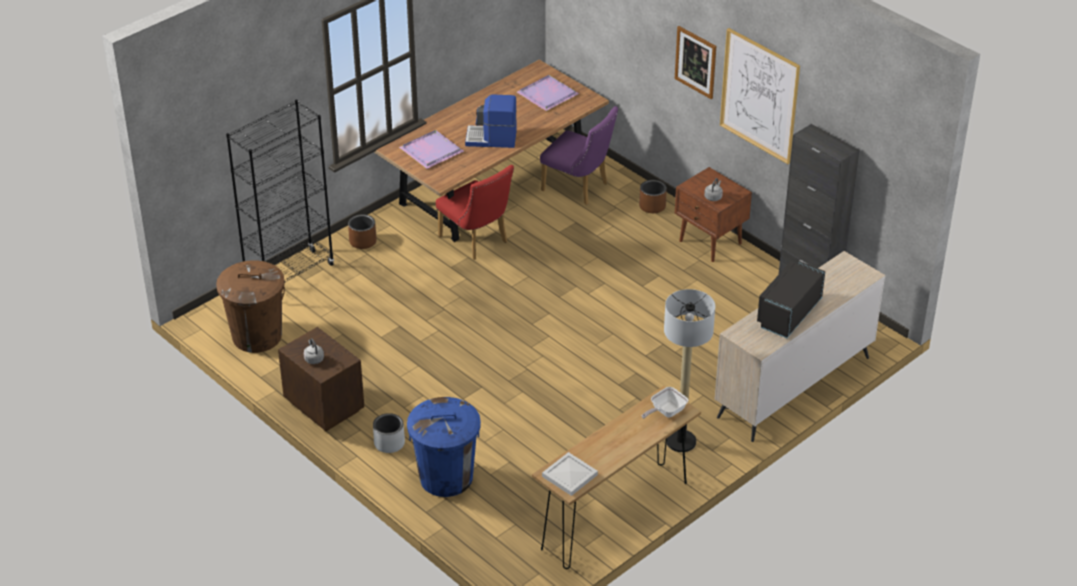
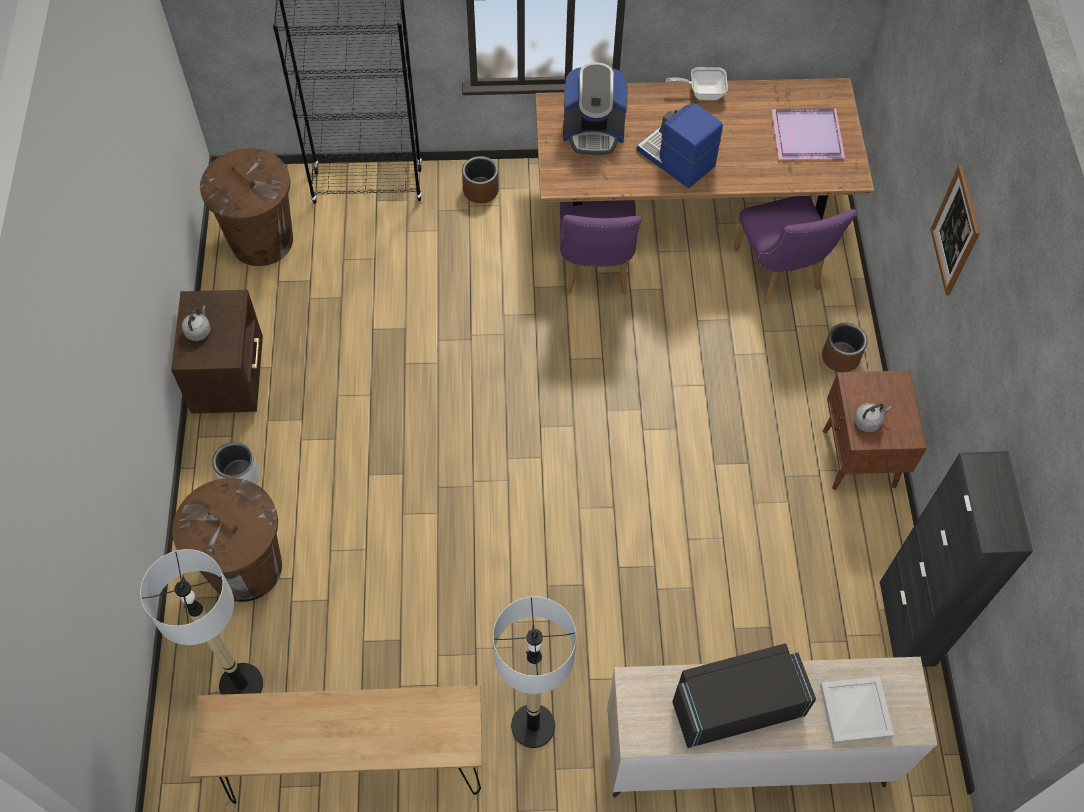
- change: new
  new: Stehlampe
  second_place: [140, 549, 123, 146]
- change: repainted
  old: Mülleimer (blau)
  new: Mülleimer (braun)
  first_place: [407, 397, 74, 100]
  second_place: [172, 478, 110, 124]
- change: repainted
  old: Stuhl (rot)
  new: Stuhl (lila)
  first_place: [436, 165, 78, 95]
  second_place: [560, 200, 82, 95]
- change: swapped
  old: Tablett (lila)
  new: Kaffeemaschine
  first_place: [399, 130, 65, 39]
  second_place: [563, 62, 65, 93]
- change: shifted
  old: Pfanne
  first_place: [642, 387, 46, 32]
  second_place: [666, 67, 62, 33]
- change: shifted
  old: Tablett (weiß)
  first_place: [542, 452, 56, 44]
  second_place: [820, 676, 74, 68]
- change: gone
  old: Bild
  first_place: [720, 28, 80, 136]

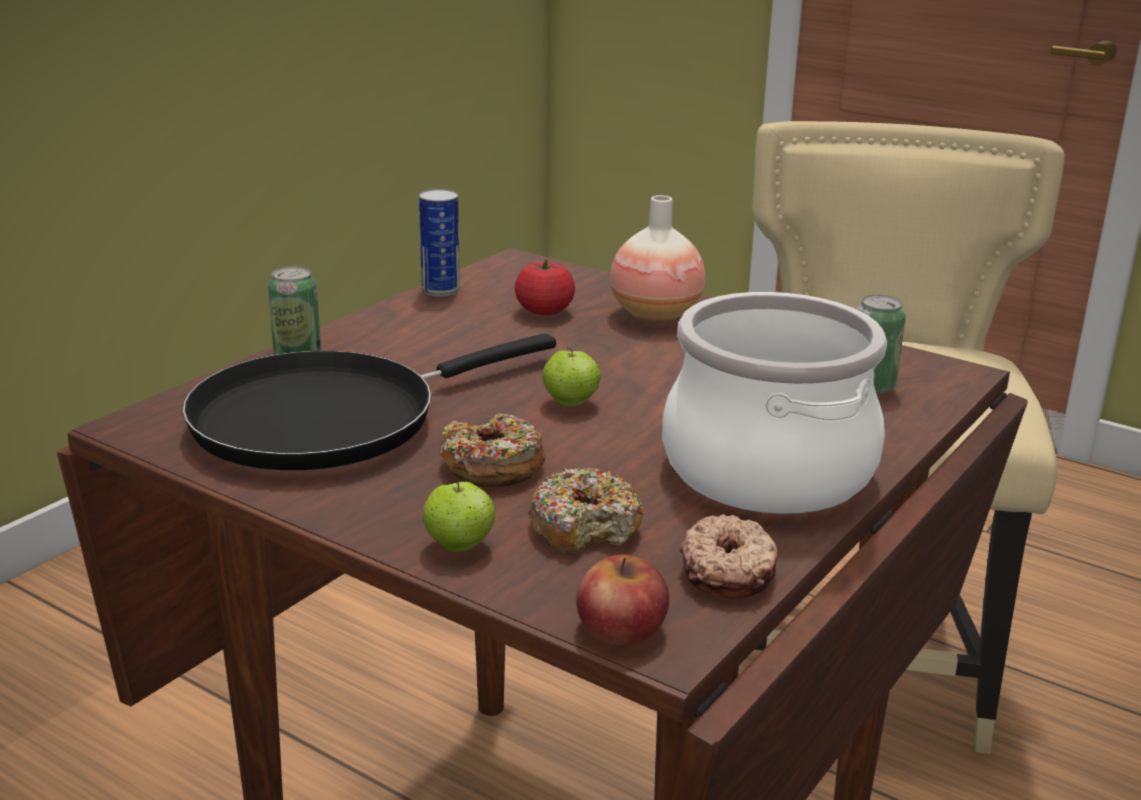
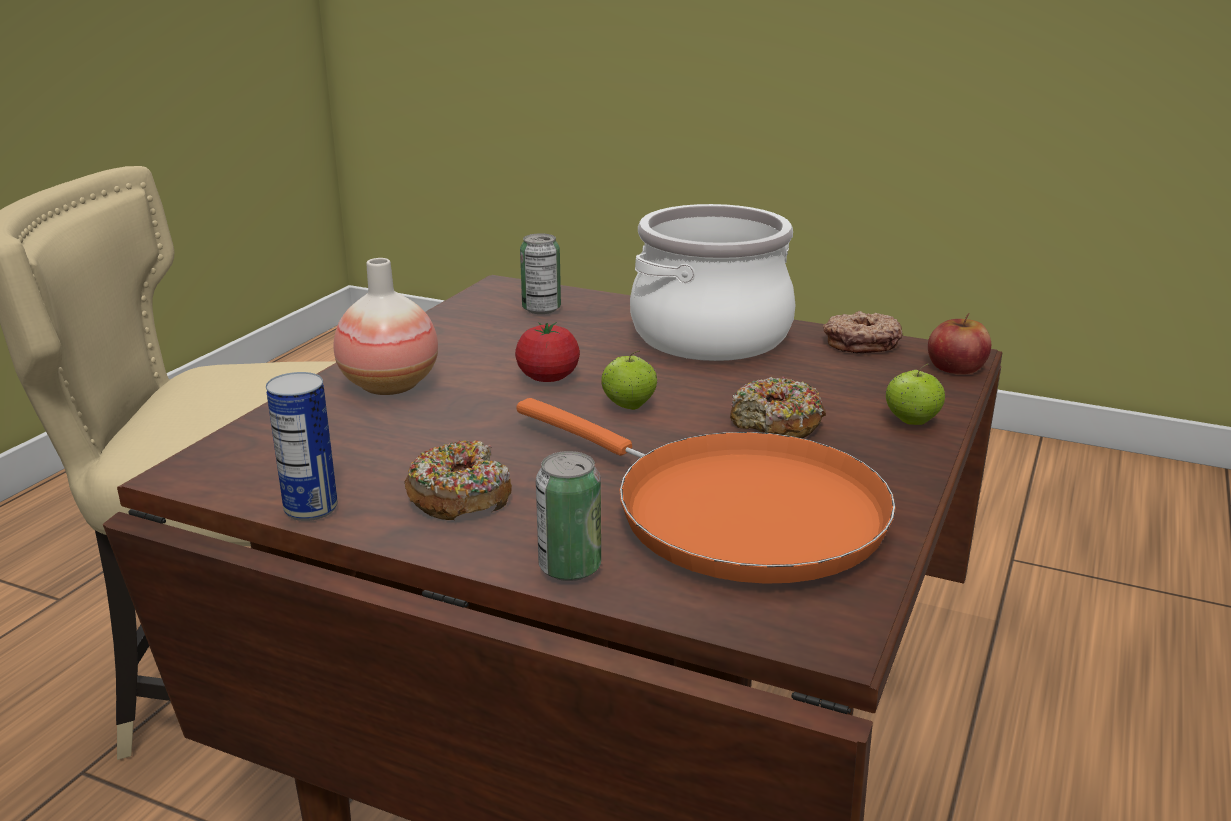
- change: shifted
  old: Donut
  first_place: [528, 468, 115, 85]
  second_place: [404, 440, 108, 80]
- change: shifted
  old: Tomate
  first_place: [514, 260, 61, 55]
  second_place: [515, 322, 65, 60]
- change: repainted
  old: Pfanne (schwarz)
  new: Pfanne (orange)
  first_place: [182, 334, 374, 136]
  second_place: [517, 398, 379, 186]

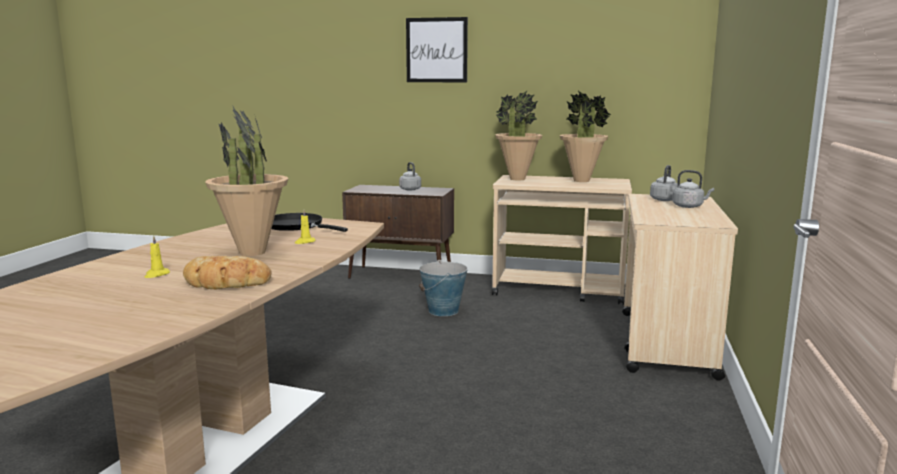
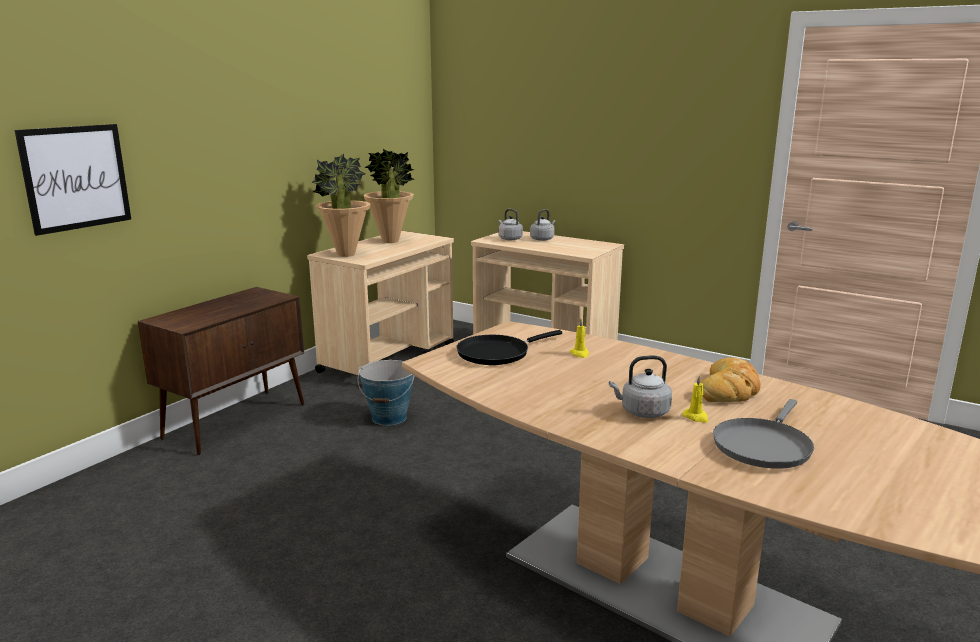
- change: shifted
  old: Bild
  first_place: [406, 17, 62, 65]
  second_place: [15, 124, 116, 112]
- change: shifted
  old: Wasserkessel (grau)
  first_place: [399, 162, 22, 29]
  second_place: [609, 356, 63, 62]
- change: new
  new: Pfanne (grau)
  second_place: [713, 399, 101, 70]
- change: gone
  old: Topfpflanze
  first_place: [205, 105, 83, 151]

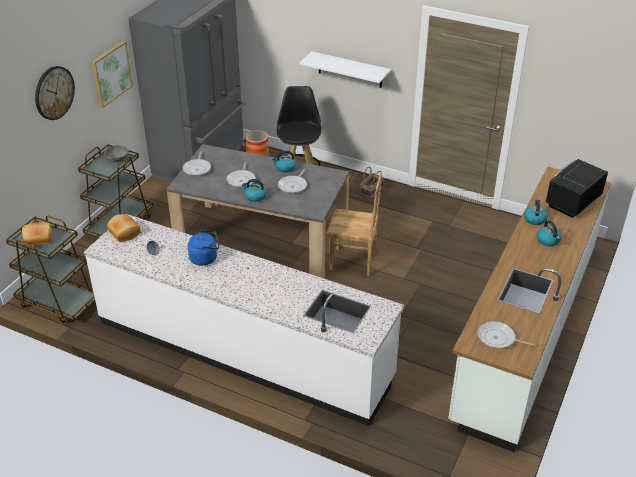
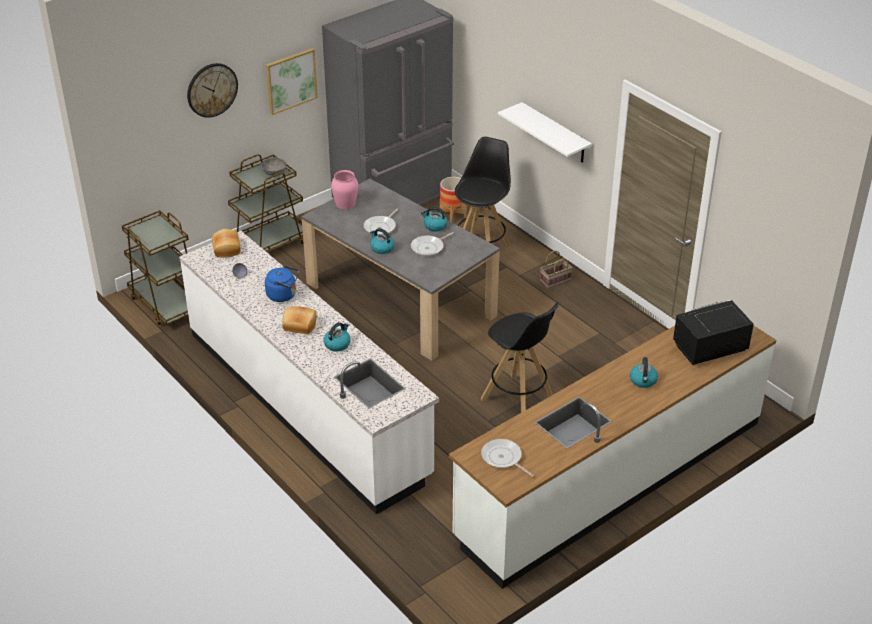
- change: shifted
  old: Brot
  first_place: [22, 222, 31, 24]
  second_place: [283, 307, 33, 27]
- change: shifted
  old: Wasserkessel
  first_place: [524, 200, 24, 25]
  second_place: [323, 322, 28, 29]
- change: swapped
  old: Pfanne
  new: Vase (rosa)
  first_place: [183, 151, 28, 25]
  second_place: [331, 170, 27, 39]
- change: new
  new: Hocker (schwarz)
  second_place: [481, 302, 78, 111]
- change: gone
  old: Stuhl (braun)
  first_place: [326, 172, 56, 103]

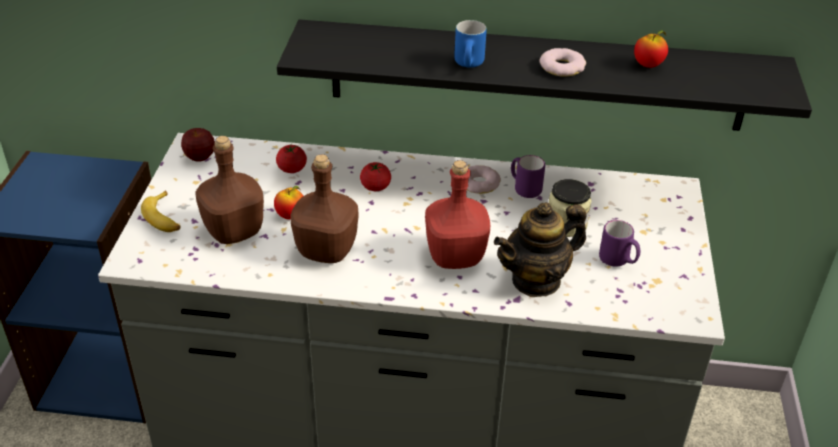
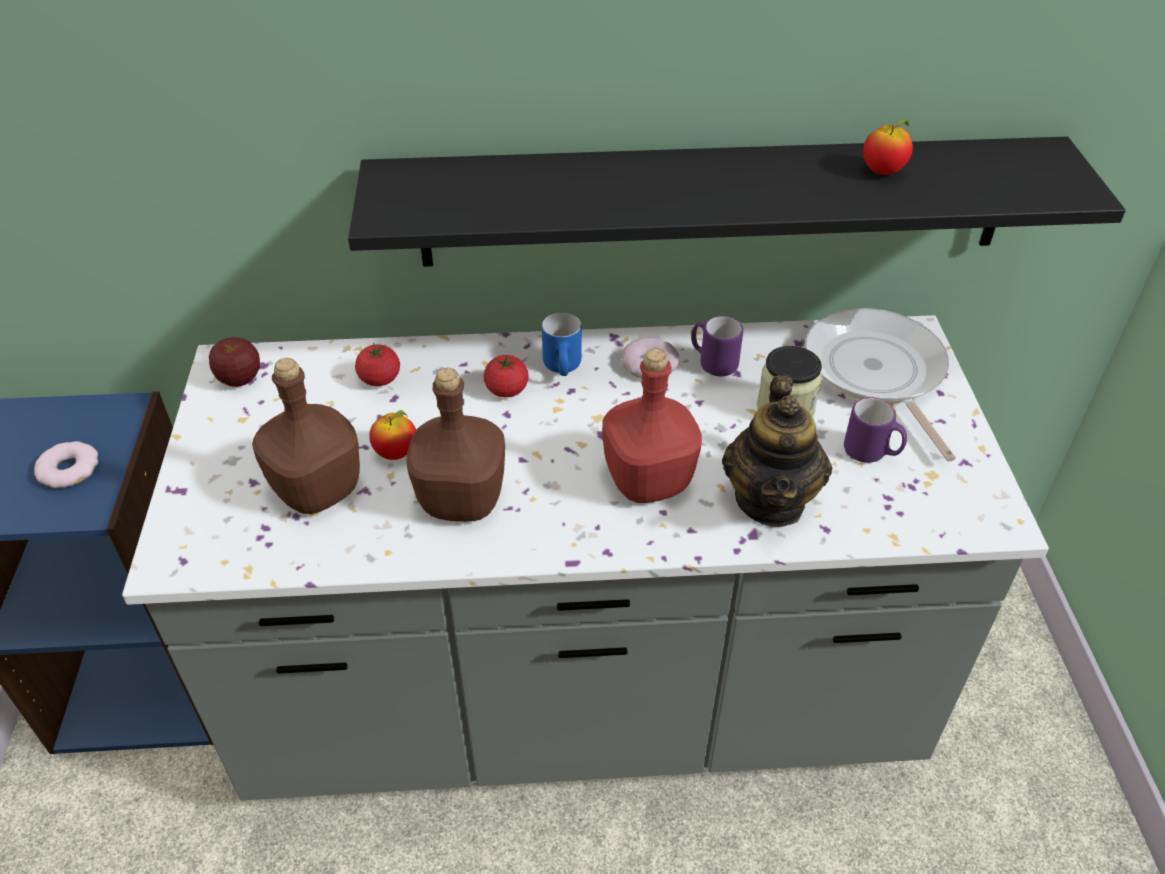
- change: shifted
  old: Donut
  first_place: [540, 48, 46, 28]
  second_place: [34, 441, 64, 47]
- change: shifted
  old: Henkelbecher (blau)
  first_place: [454, 20, 33, 48]
  second_place: [542, 313, 39, 63]
- change: rotated
  old: Teekanne
  first_place: [494, 202, 92, 95]
  second_place: [722, 375, 110, 152]
  degrees: -45
- change: new
  new: Pfanne
  second_place: [805, 308, 151, 154]
- change: gone
  old: Banane
  first_place: [141, 190, 40, 42]

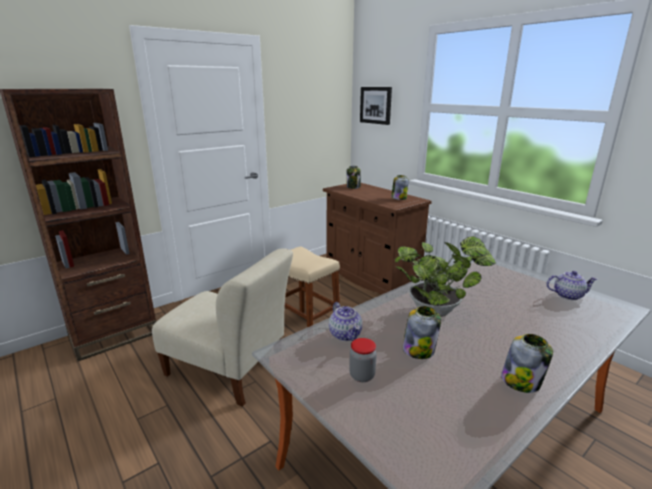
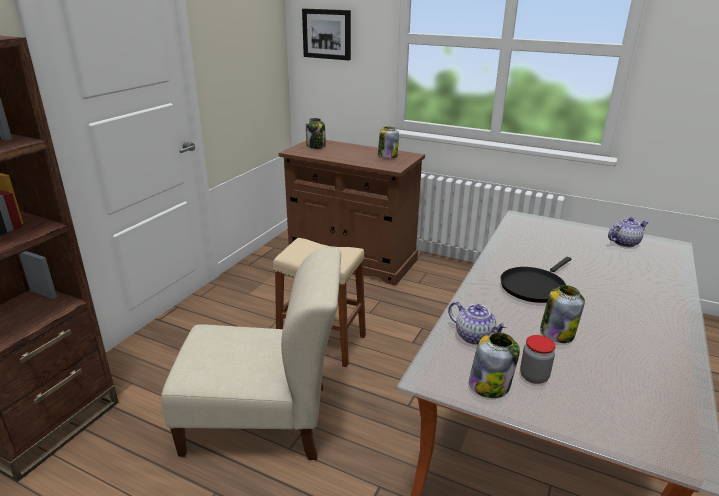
- change: shifted
  old: Vorratsglas
  first_place: [501, 334, 52, 59]
  second_place: [469, 332, 51, 66]
- change: swapped
  old: Topfpflanze
  new: Pfanne (schwarz)
  first_place: [395, 236, 101, 81]
  second_place: [500, 257, 72, 46]

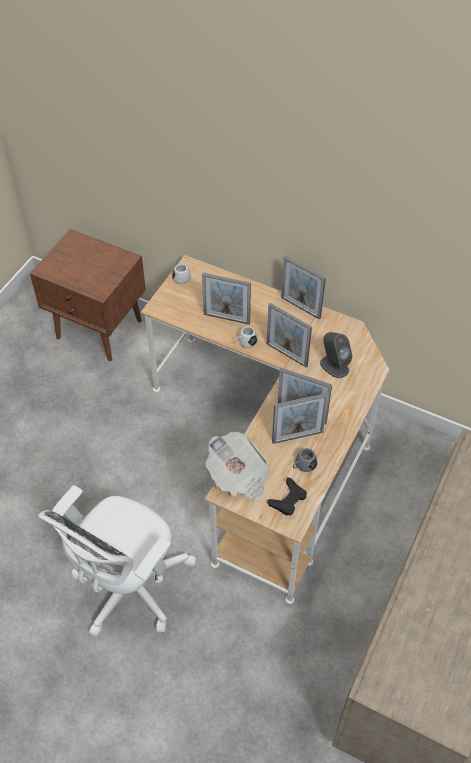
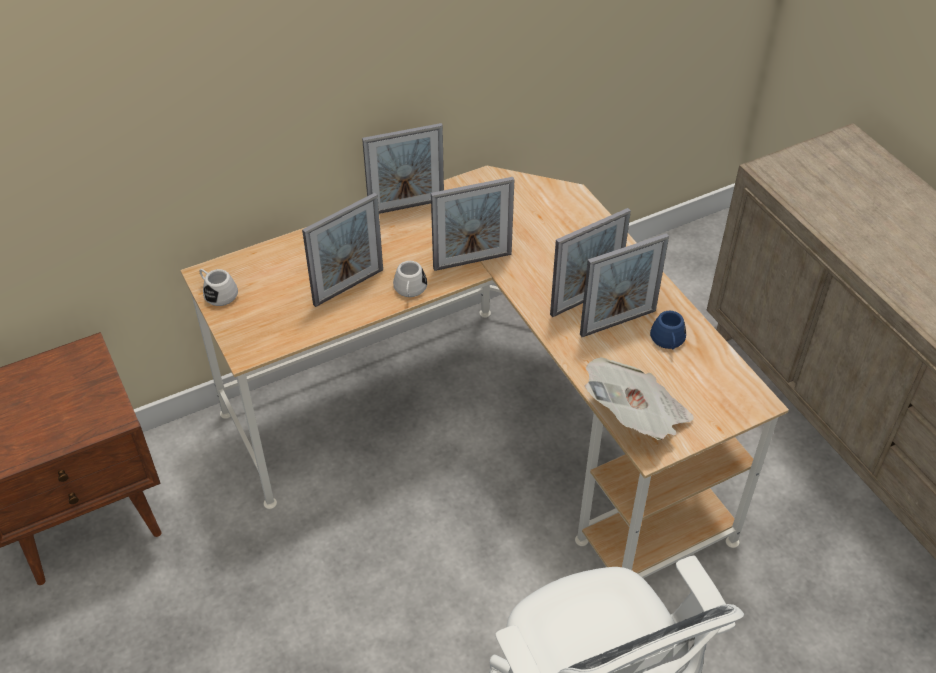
- change: rotated
  old: Bilderrahmen
  first_place: [272, 393, 57, 51]
  second_place: [580, 233, 89, 104]
  degrees: 45
- change: repainted
  old: Henkelbecher (grau)
  new: Henkelbecher (blau)
  first_place: [293, 448, 24, 24]
  second_place: [650, 311, 36, 38]
- change: gone
  old: Gamepad (schwarz)
  first_place: [267, 477, 40, 39]
- change: gone
  old: Lautsprecher (grau)
  first_place: [320, 332, 33, 46]

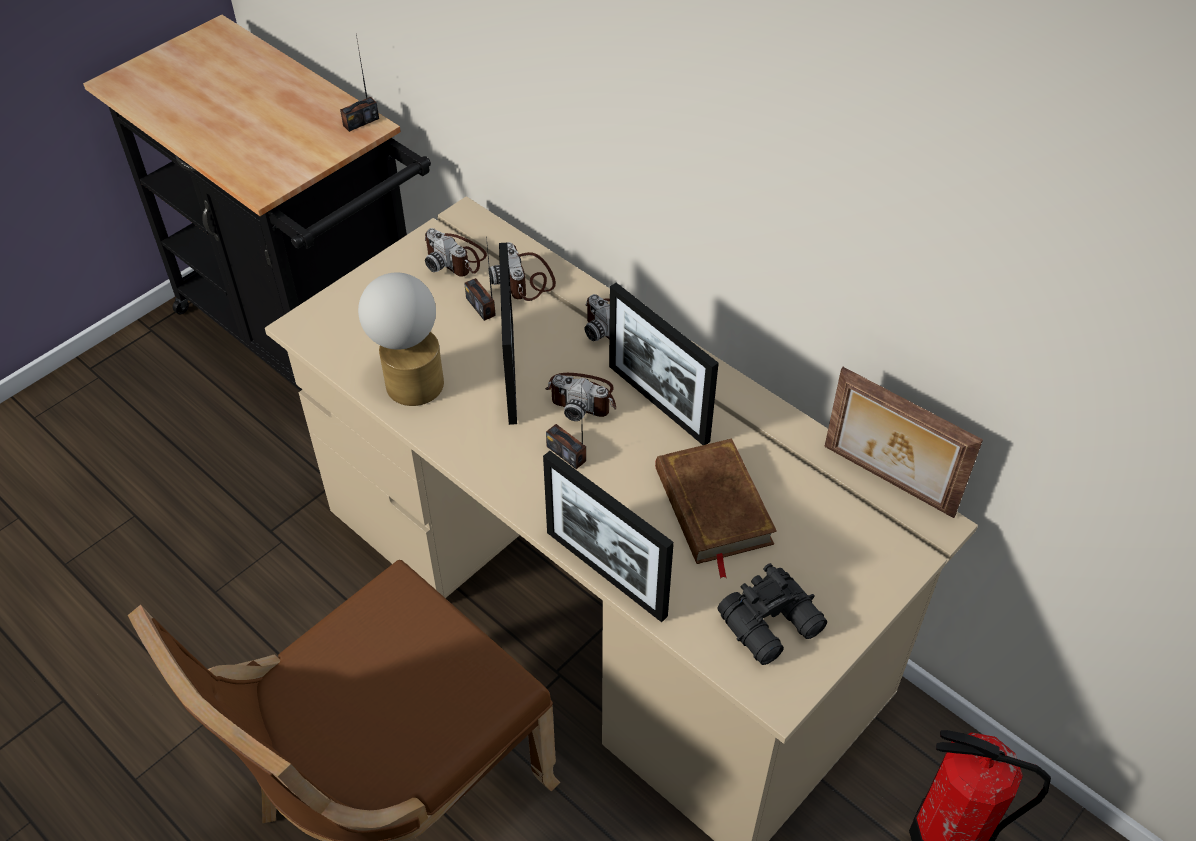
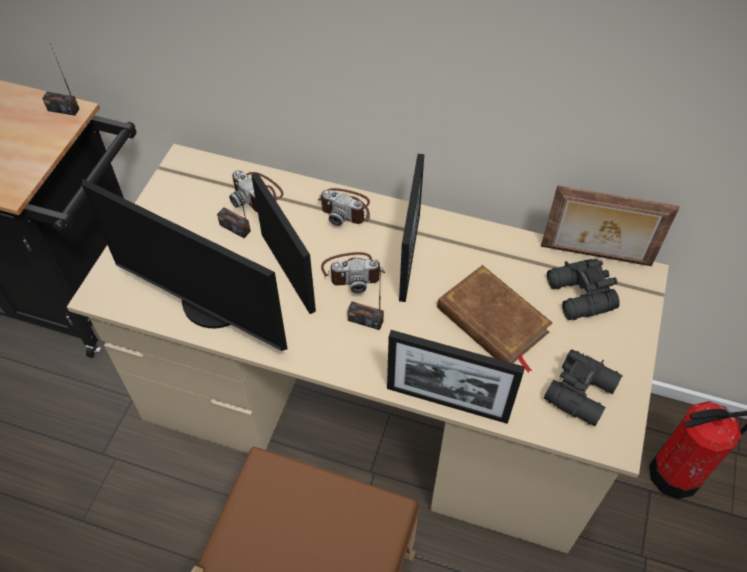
- change: rotated
  old: Radio
  first_place: [340, 35, 39, 97]
  second_place: [42, 43, 37, 73]
  degrees: 75
- change: swapped
  old: Tischlampe
  new: Monitor
  first_place: [358, 272, 86, 134]
  second_place: [82, 178, 205, 173]
- change: rotated
  old: Bilderrahmen
  first_place: [609, 283, 110, 162]
  second_place: [399, 154, 25, 148]
  degrees: -105
- change: new
  new: Fernglas (schwarz)
  second_place: [547, 259, 73, 61]
- change: gone
  old: Kamera
  first_place: [424, 228, 63, 49]

